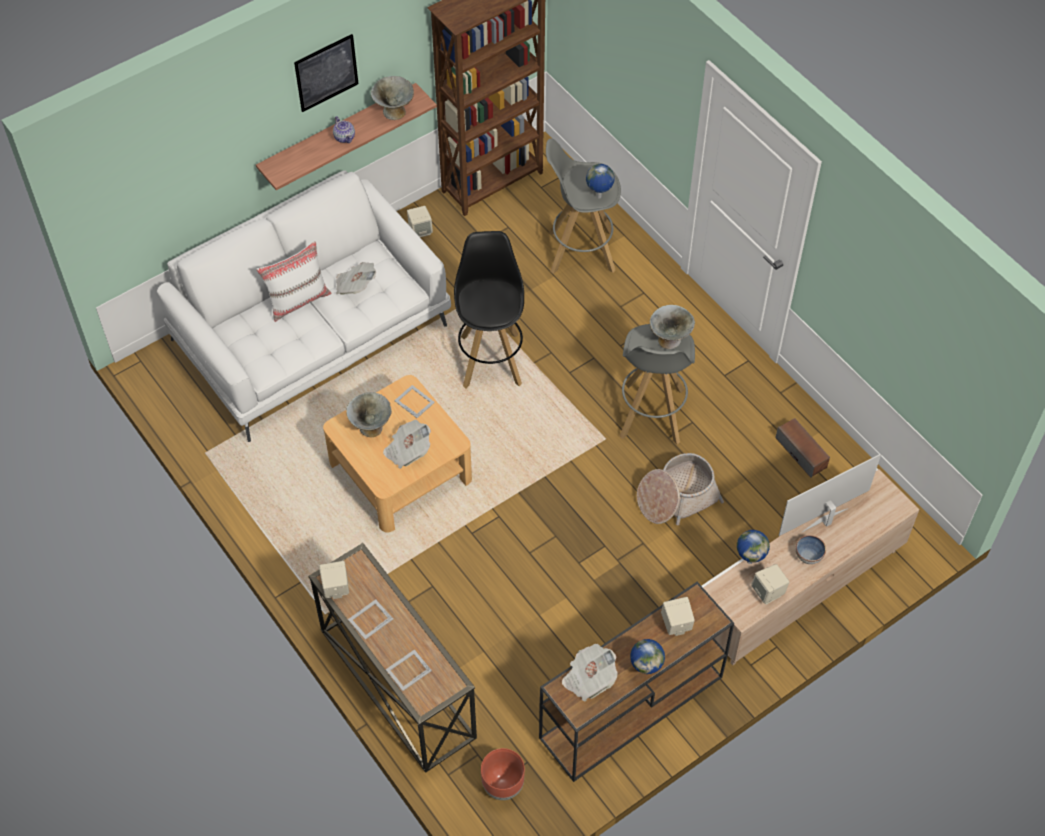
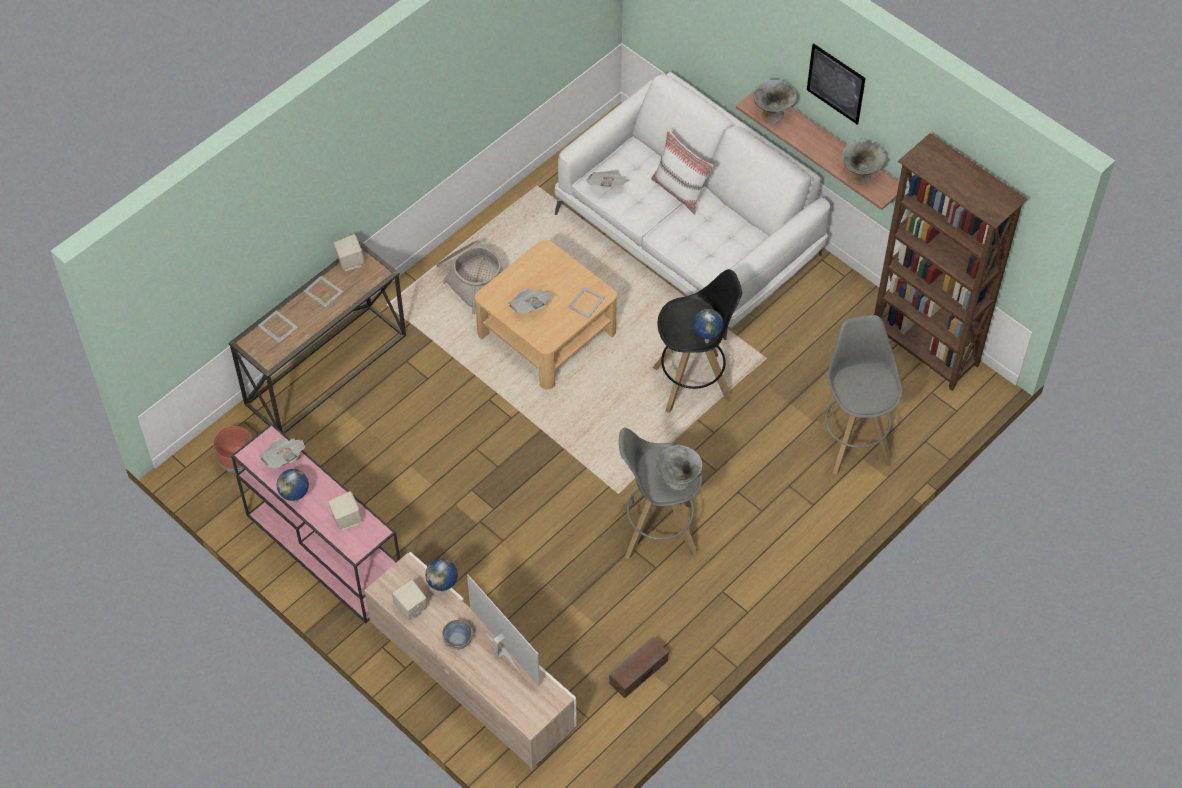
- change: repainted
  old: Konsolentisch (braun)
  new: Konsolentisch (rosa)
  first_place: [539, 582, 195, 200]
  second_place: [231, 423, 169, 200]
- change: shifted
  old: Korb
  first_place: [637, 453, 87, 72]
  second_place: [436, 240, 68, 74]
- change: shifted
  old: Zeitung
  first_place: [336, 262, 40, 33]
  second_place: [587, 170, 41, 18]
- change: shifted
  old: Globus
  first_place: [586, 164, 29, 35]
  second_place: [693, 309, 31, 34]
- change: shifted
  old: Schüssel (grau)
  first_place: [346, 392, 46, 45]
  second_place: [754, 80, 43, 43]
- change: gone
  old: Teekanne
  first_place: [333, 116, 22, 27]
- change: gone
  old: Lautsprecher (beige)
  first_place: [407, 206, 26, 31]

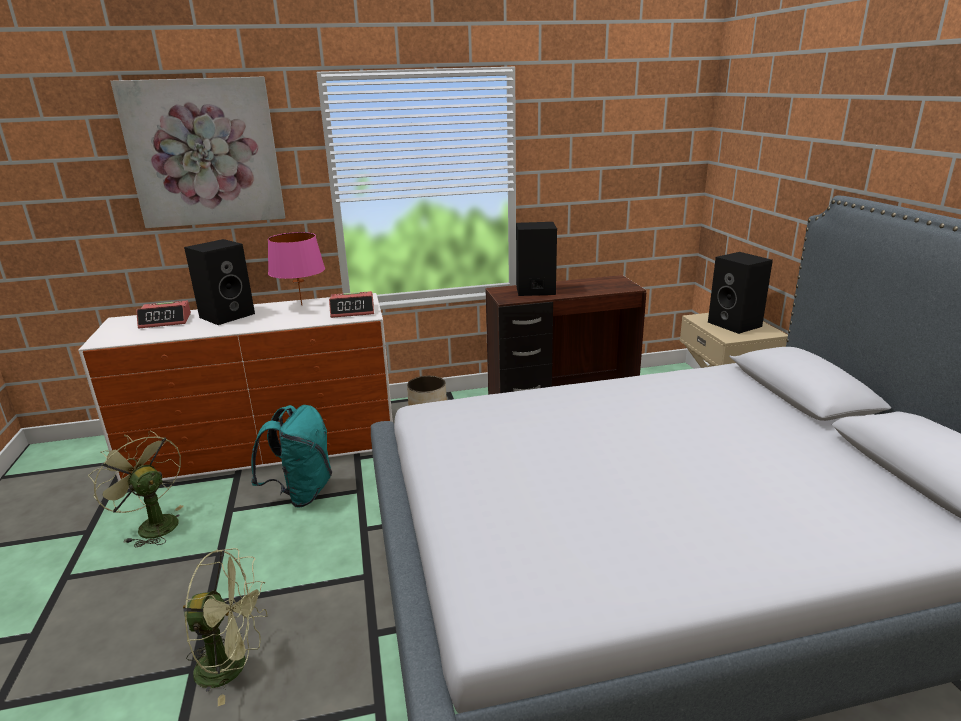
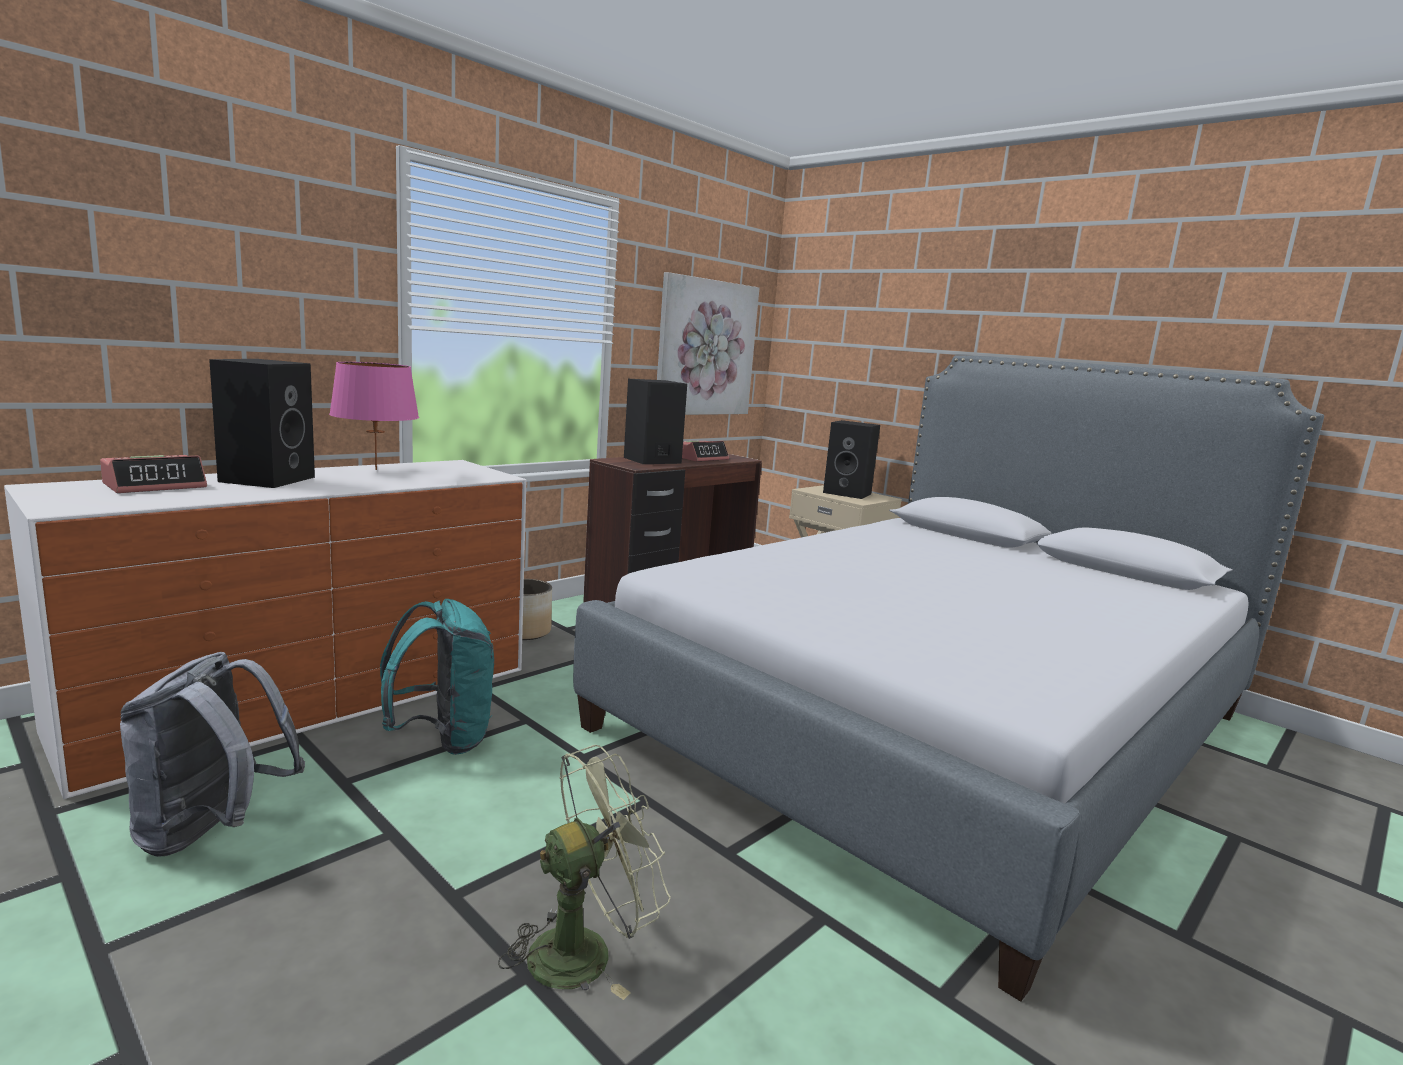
- change: swapped
  old: Ventilator (grün)
  new: Rucksack (grau)
  first_place: [88, 431, 95, 116]
  second_place: [120, 652, 185, 205]
- change: shifted
  old: Bild
  first_place: [110, 77, 175, 151]
  second_place: [657, 272, 102, 143]
- change: shifted
  old: Wecker
  first_place: [329, 291, 45, 27]
  second_place: [682, 441, 47, 20]

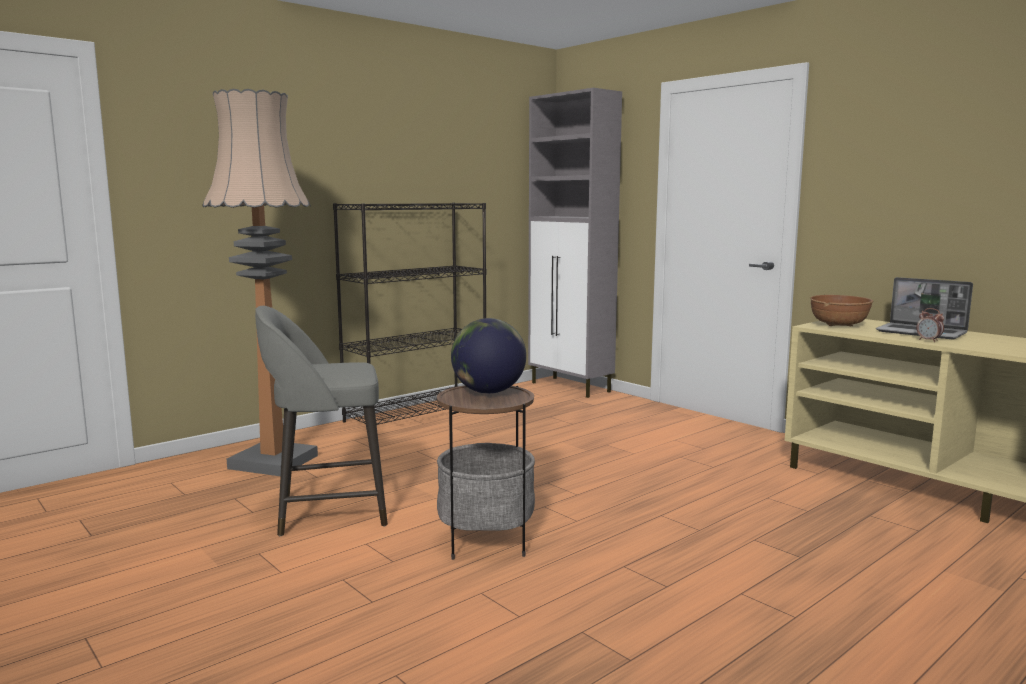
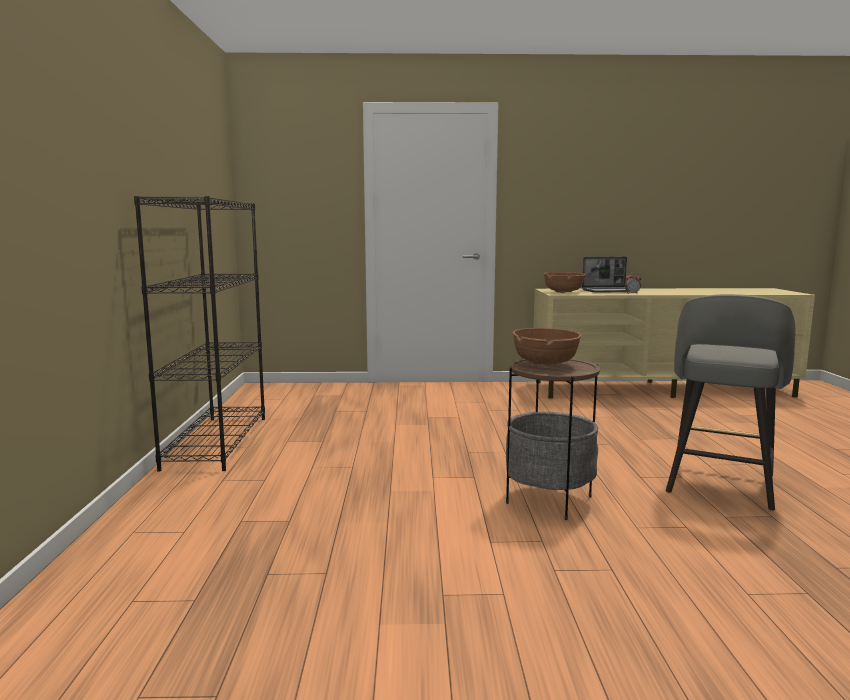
- change: swapped
  old: Globus
  new: Schüssel (braun)
  first_place: [451, 318, 75, 76]
  second_place: [513, 328, 68, 39]
- change: shifted
  old: Hocker (grau)
  first_place: [255, 306, 133, 230]
  second_place: [666, 294, 130, 217]
- change: gone
  old: Stehlampe
  first_place: [202, 89, 116, 387]
- change: gone
  old: Schrank (grau)
  first_place: [528, 88, 94, 310]

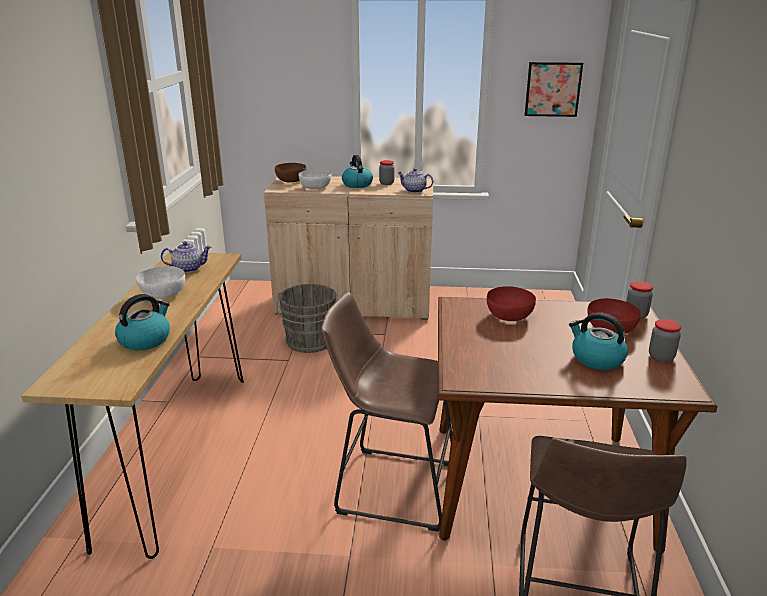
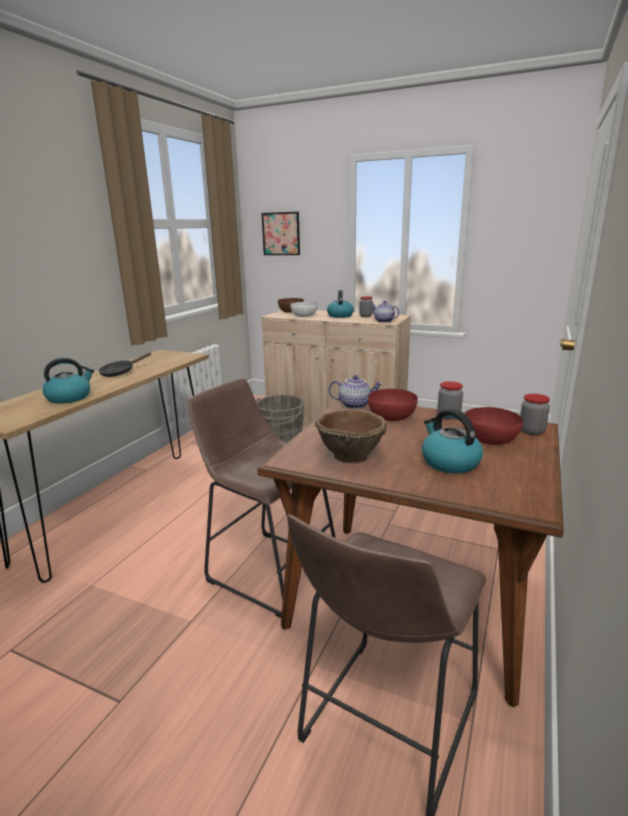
- change: swapped
  old: Schüssel (weiß)
  new: Pfanne (schwarz)
  first_place: [136, 266, 49, 33]
  second_place: [98, 353, 53, 24]
- change: shifted
  old: Bild
  first_place: [525, 62, 58, 55]
  second_place: [262, 212, 38, 43]
- change: new
  new: Schüssel (braun)
  second_place: [315, 409, 72, 54]
- change: shifted
  old: Teekanne
  first_place: [161, 241, 50, 32]
  second_place: [328, 375, 54, 34]
- change: shifted
  old: Vorratsglas
  first_place: [649, 319, 32, 43]
  second_place: [437, 381, 26, 38]

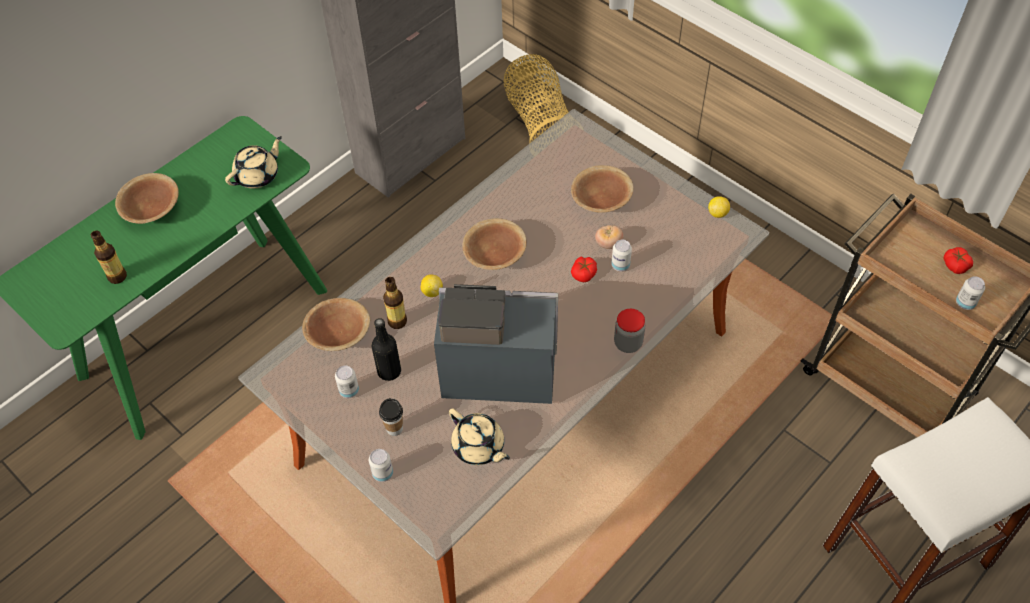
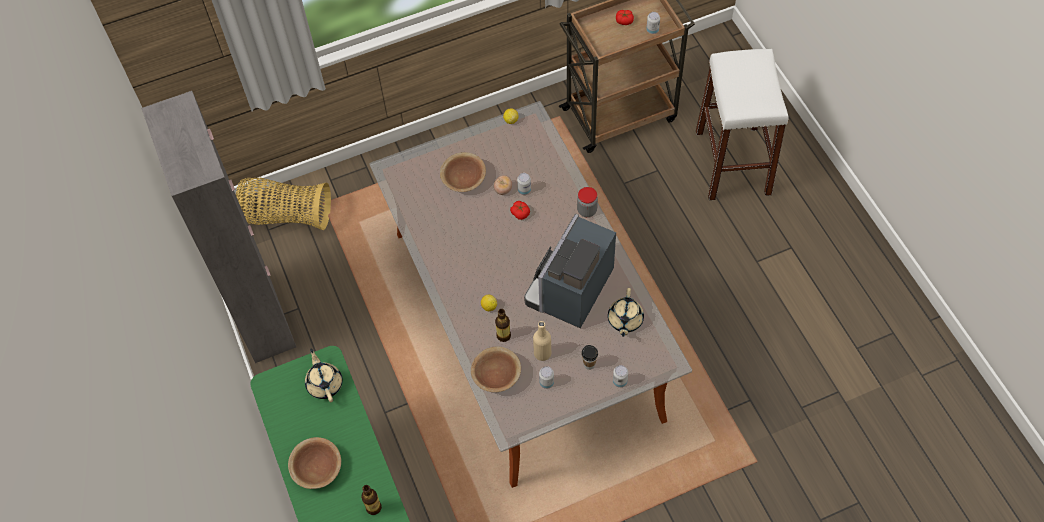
- change: repainted
  old: Flasche (schwarz)
  new: Flasche (beige)
  first_place: [371, 318, 30, 63]
  second_place: [533, 321, 18, 40]
- change: rotated
  old: Teekanne (beige)
  first_place: [449, 408, 61, 57]
  second_place: [608, 288, 36, 49]
  degrees: 120
- change: gone
  old: Schüssel (braun)
  first_place: [462, 218, 65, 52]

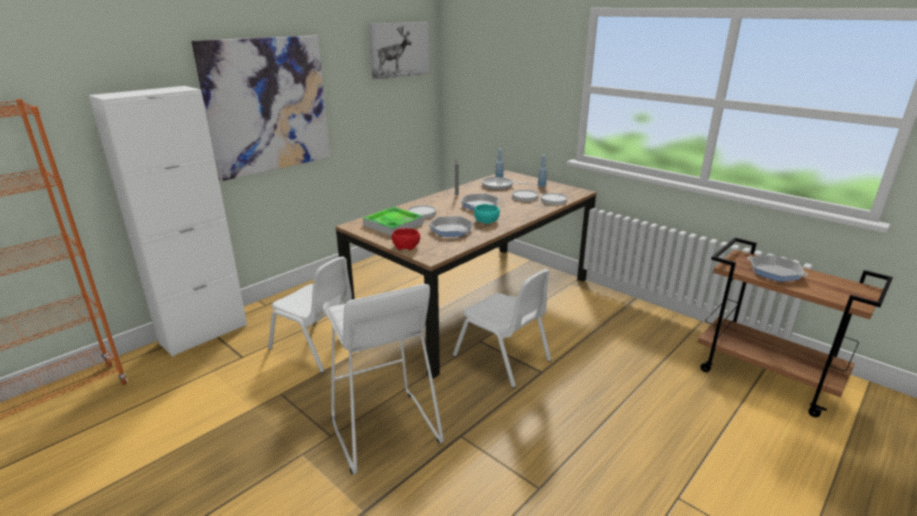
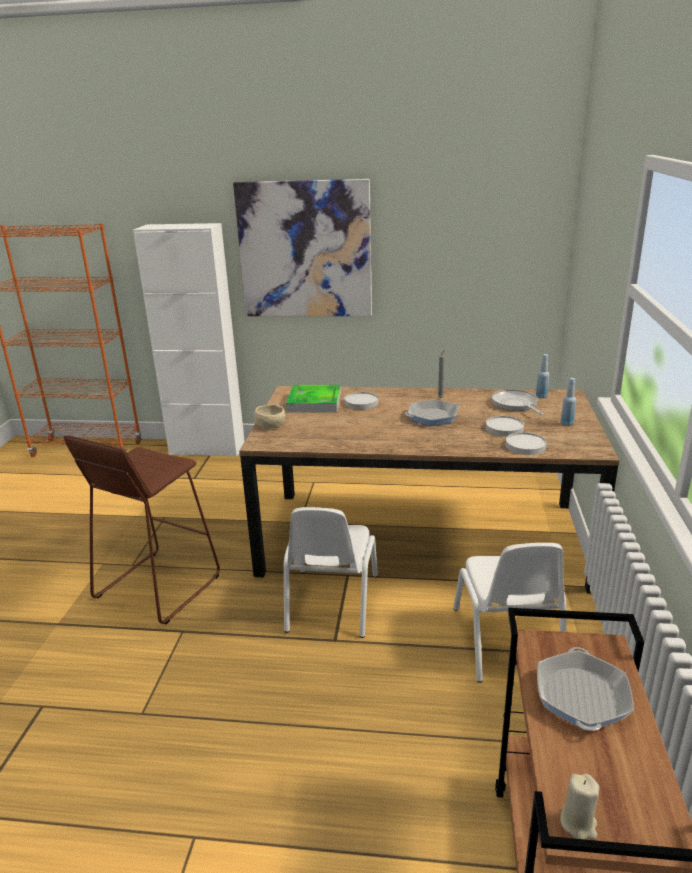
- change: repainted
  old: Hocker (weiß)
  new: Hocker (braun)
  first_place: [326, 284, 118, 190]
  second_place: [64, 435, 156, 189]
- change: repainted
  old: Schüssel (rot)
  new: Schüssel (beige)
  first_place: [392, 228, 28, 22]
  second_place: [254, 404, 32, 26]
- change: shifted
  old: Stuhl (weiß)
  first_place: [268, 257, 84, 116]
  second_place: [453, 543, 113, 140]
- change: new
  new: Kerze (beige)
  second_place: [560, 774, 39, 65]
- change: gone
  old: Bild
  first_place: [369, 22, 61, 58]
- change: gone
  old: Pfanne
  first_place: [429, 216, 44, 21]
- change: gone
  old: Schüssel (türkis)
  first_place: [474, 204, 26, 20]

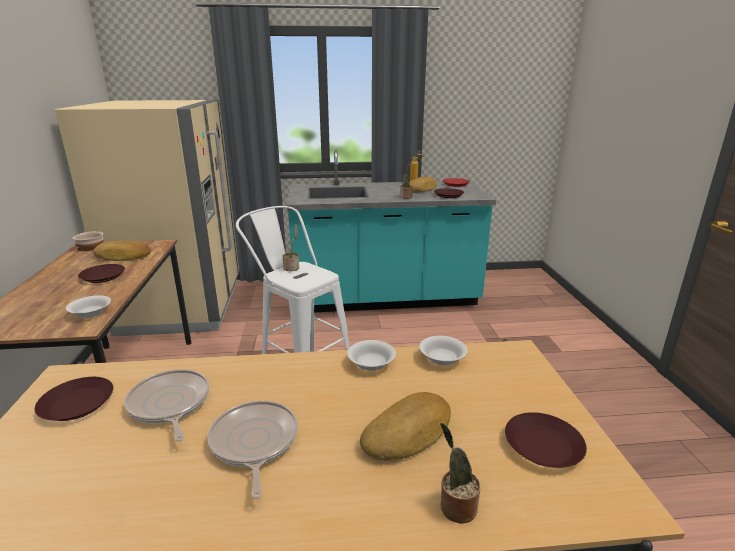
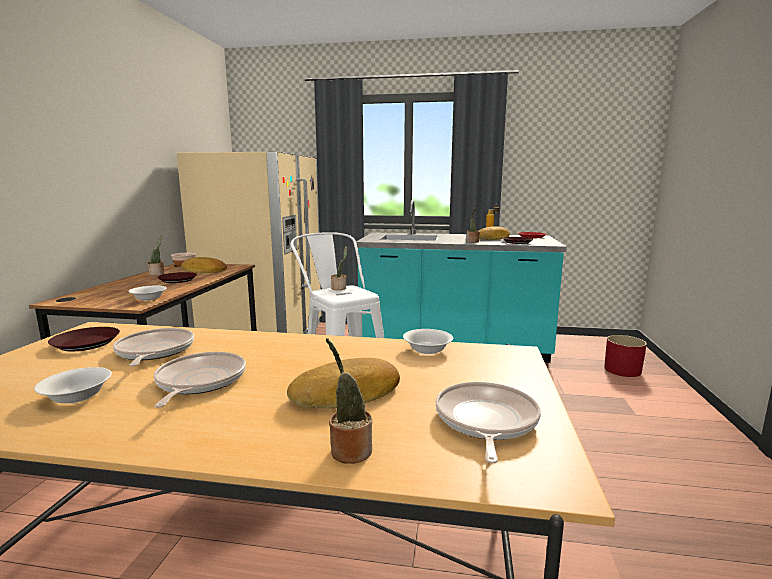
- change: shifted
  old: Schüssel (weiß)
  first_place: [347, 340, 49, 31]
  second_place: [34, 367, 78, 37]
- change: new
  new: Topfpflanze
  second_place: [147, 235, 17, 41]
- change: swapped
  old: Teller (braun)
  new: Pfanne
  first_place: [505, 412, 82, 56]
  second_place: [436, 382, 105, 82]
- change: new
  new: Pflanzkübel (rot)
  second_place: [604, 335, 43, 42]

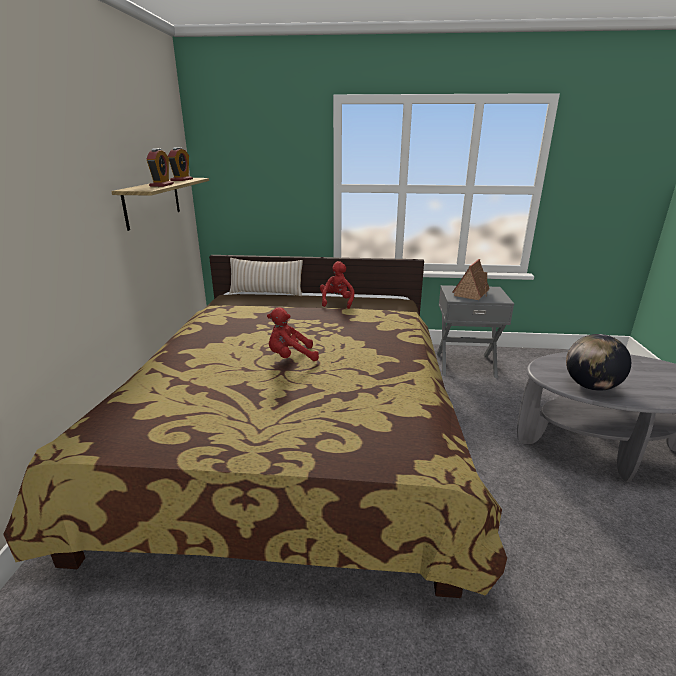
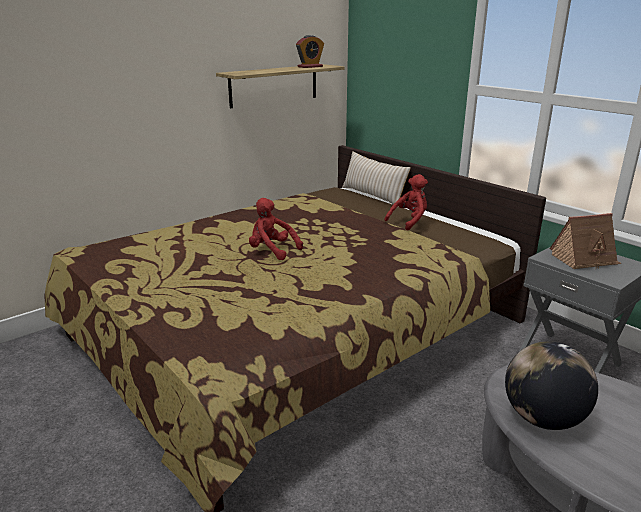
- change: gone
  old: Wecker
  first_place: [147, 148, 27, 39]

